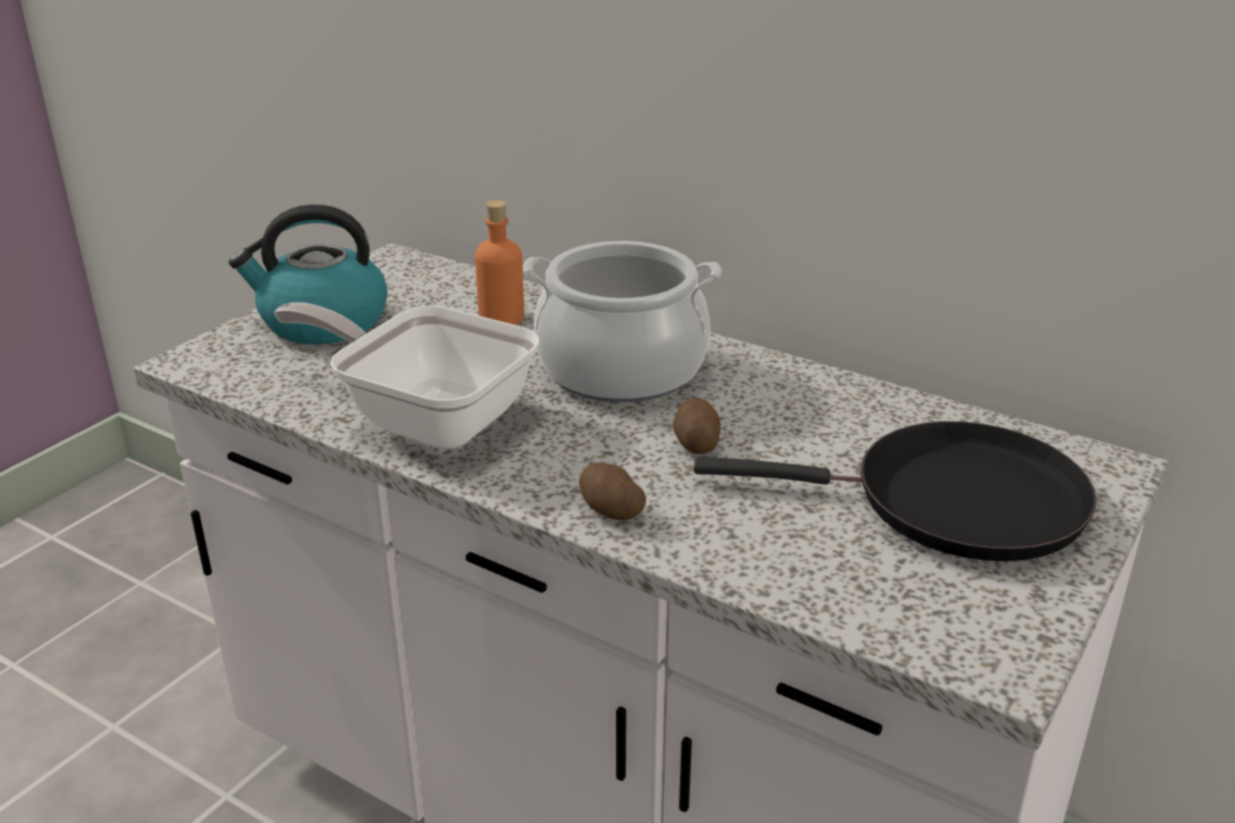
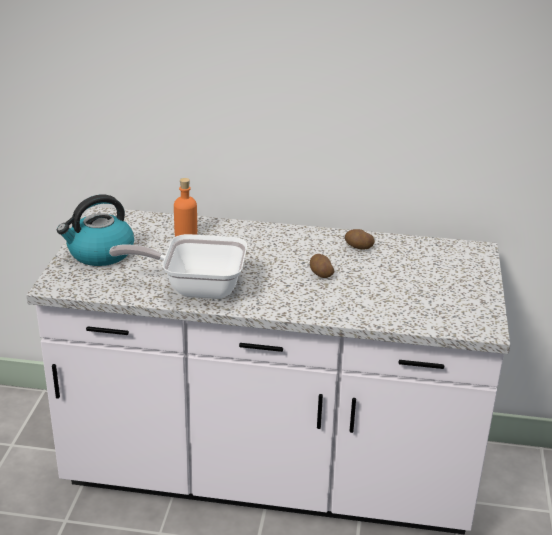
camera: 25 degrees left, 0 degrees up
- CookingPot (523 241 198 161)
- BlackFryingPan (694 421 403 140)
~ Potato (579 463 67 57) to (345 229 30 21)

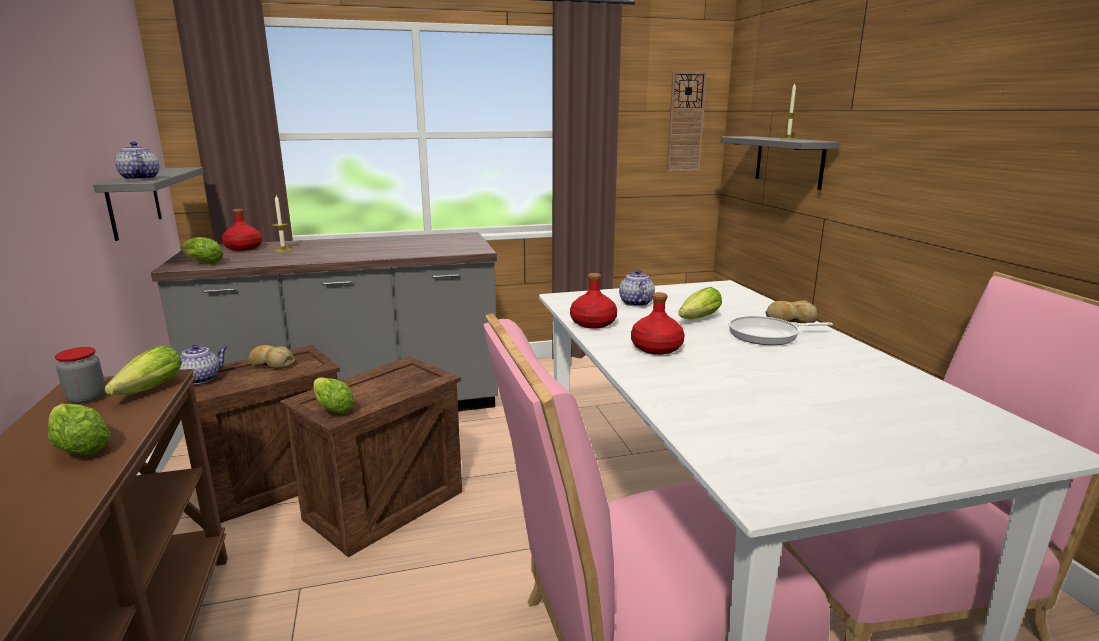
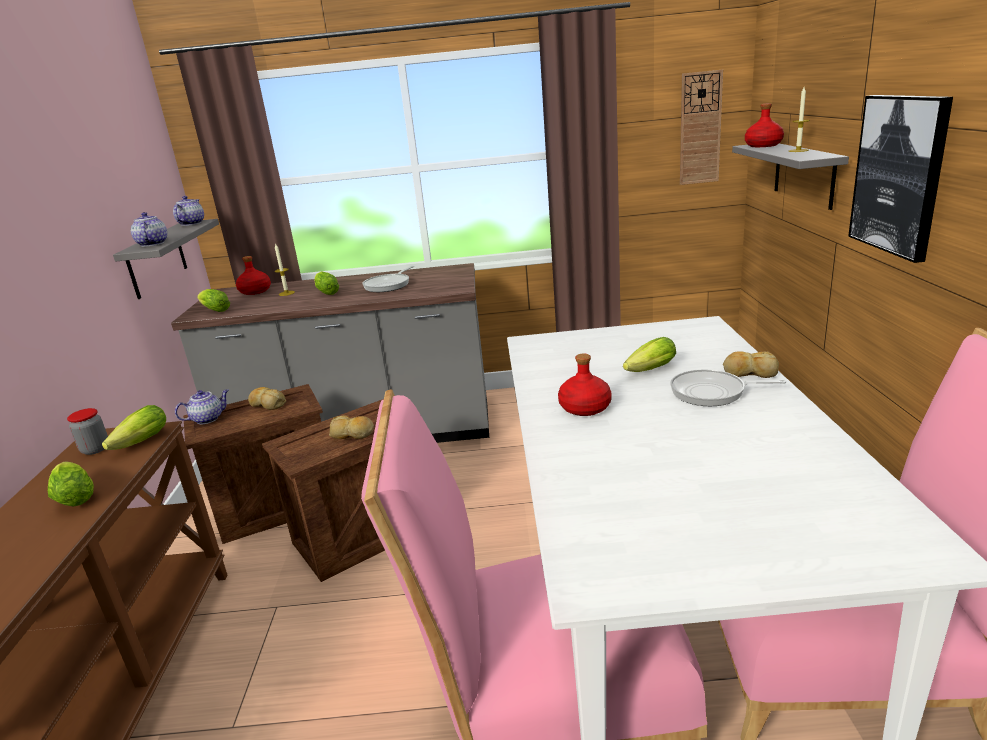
camera: 15 degrees right, 5 degrees up
~ Teapot (619 270 36 36) to (173 196 31 30)
~ RedBottle (570 273 47 55) to (745 103 39 44)
~ Lettuce (313 377 42 37) to (314 271 25 24)
+ Picture (848 95 105 168)
+ FryingPan (363 266 51 26)
+ Bread (329 415 45 24)

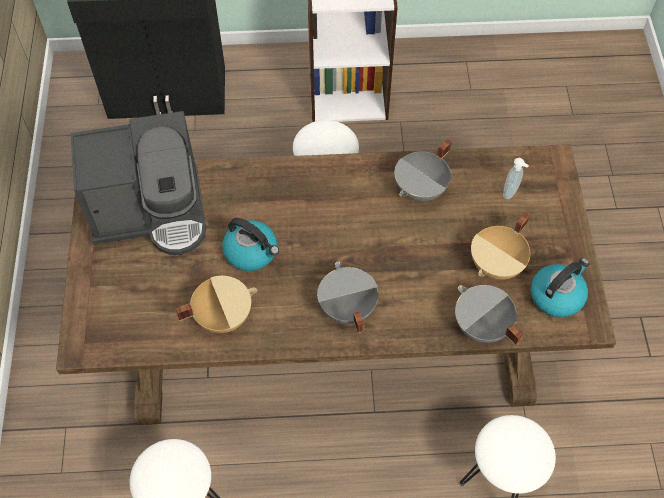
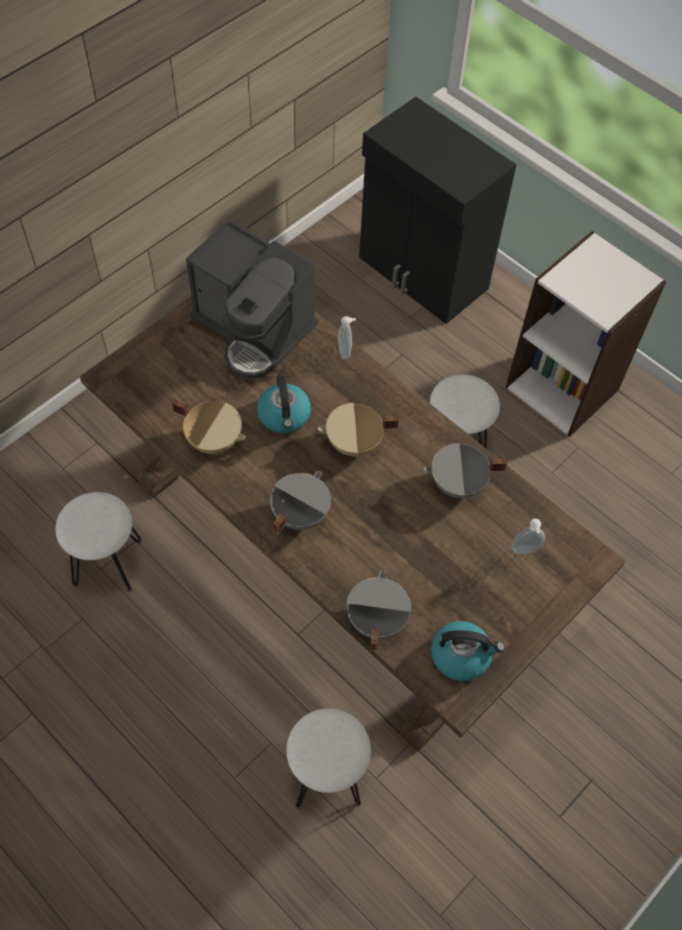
camera: 45 degrees right, 0 degrees up
~ BeigeCookingPot (471 213 59 67) to (318 403 80 53)
+ SoapDispenser (338 316 18 44)

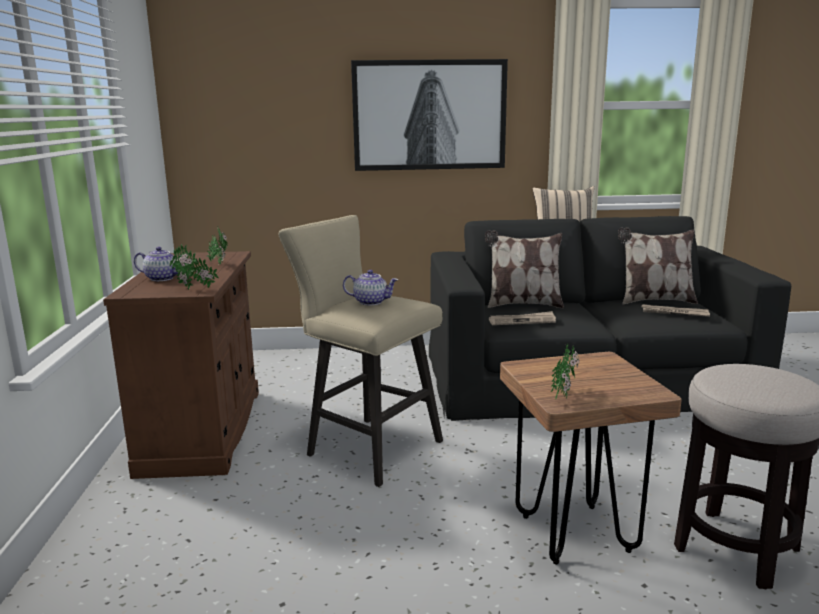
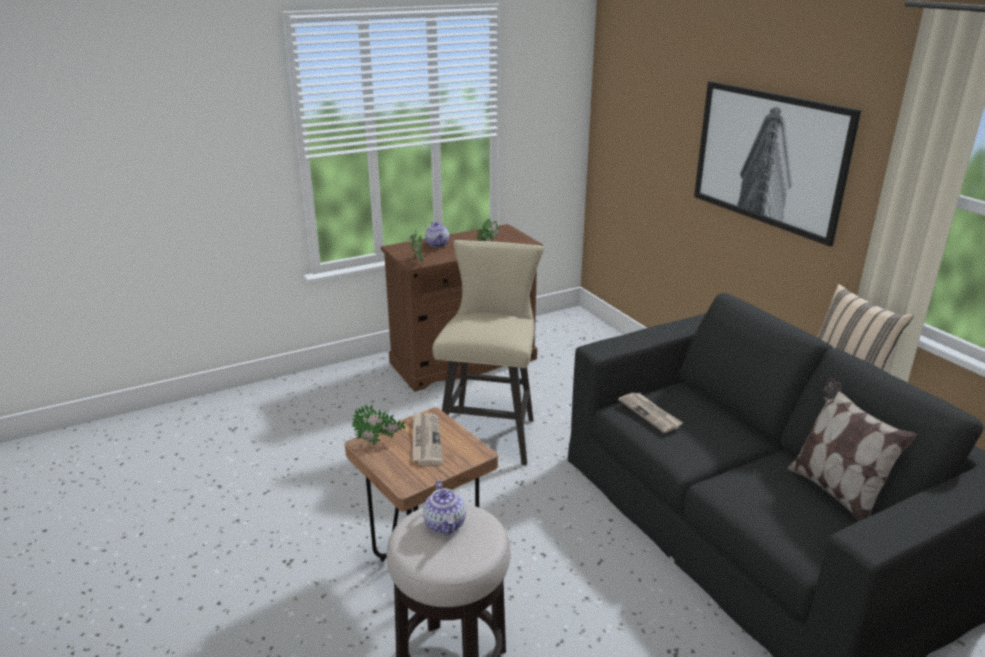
camera: 65 degrees right, 10 degrees up
- Pillow (485 230 79 78)
~ Teapot (343 270 55 35) to (423 480 43 55)
~ Newspaper (641 305 69 12) to (413 413 30 52)

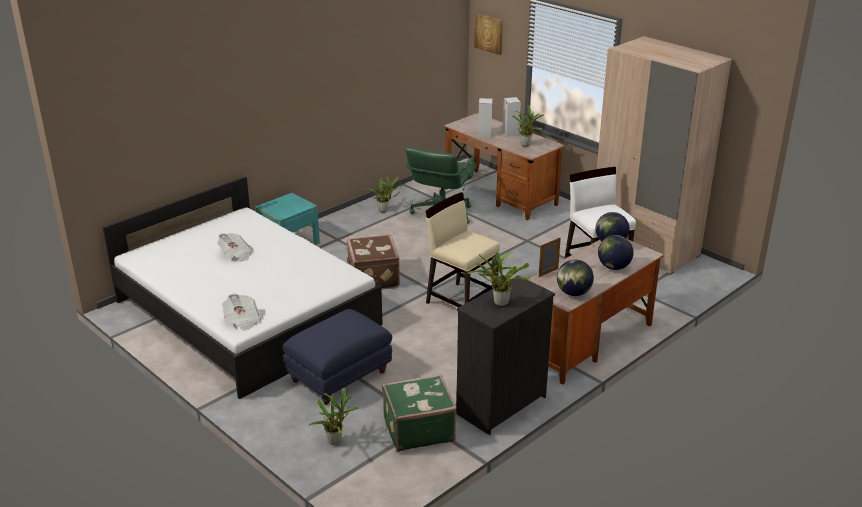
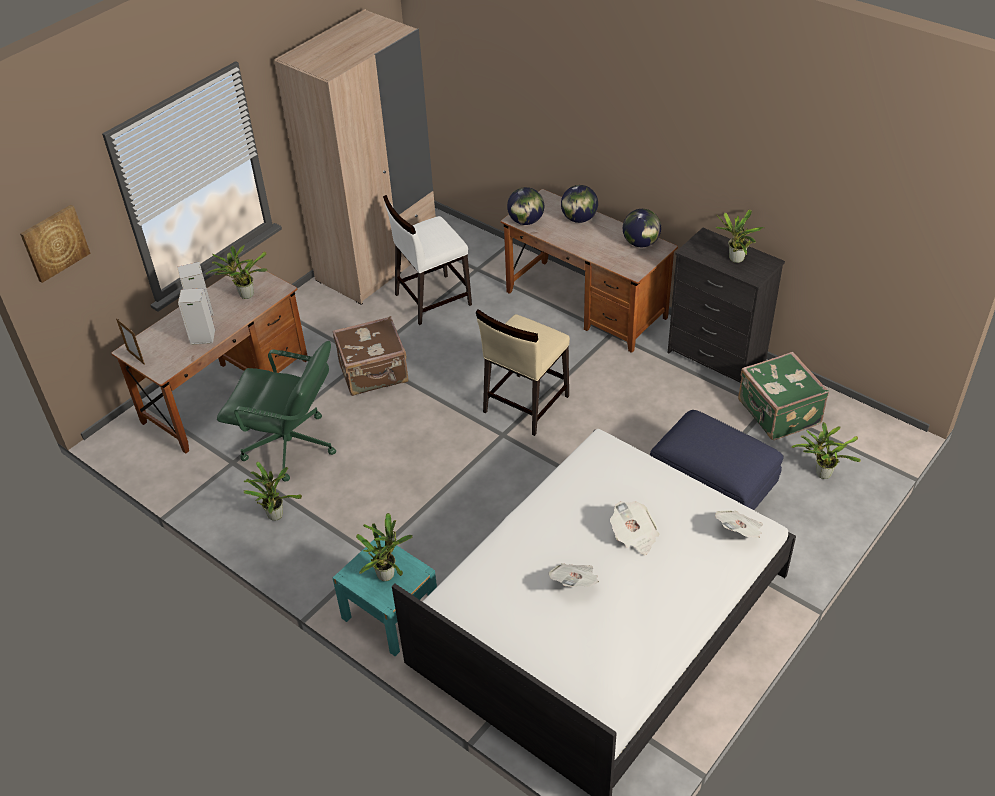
camera: 95 degrees left, 15 degrees up
~ BrownSuitcase (346 235 54 55) to (332 316 77 80)
~ PictureFrame (539 237 22 40) to (116 318 29 47)
+ Newspaper (610 501 49 54)
+ PottedPlant (356 513 57 68)

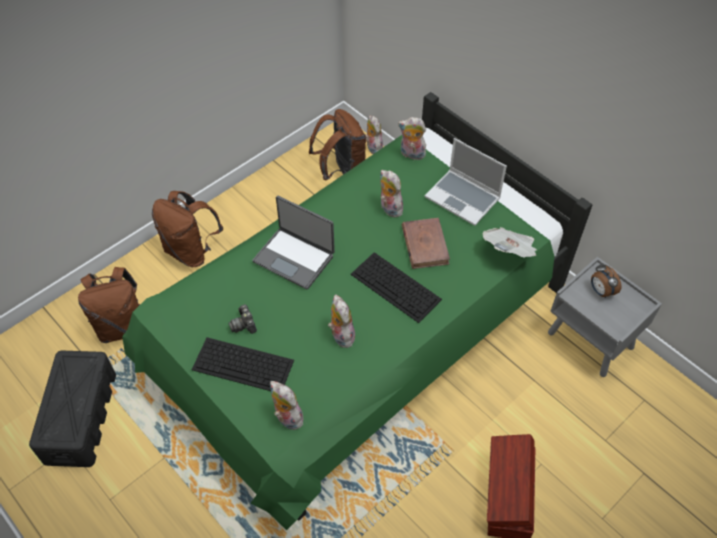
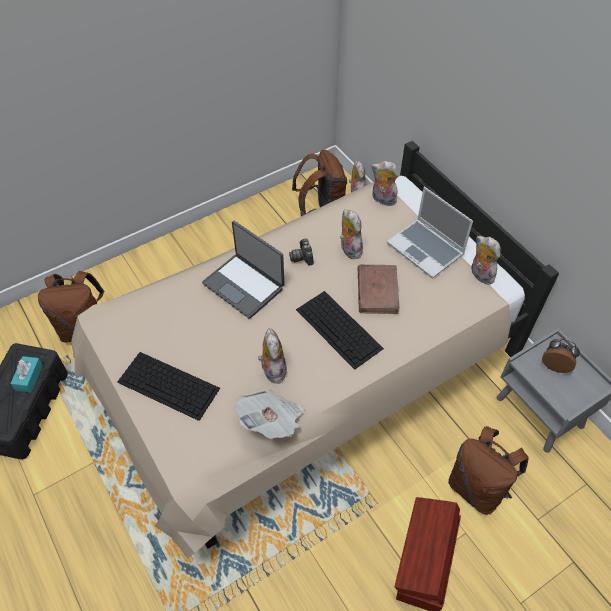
camera: 10 degrees right, 0 degrees up
~ GreenBed (122 92 470 438) to BeigeBed (71 141 488 418)
~ BrownBackpack (152 191 71 76) to (448 426 80 89)
~ Newspaper (483 227 54 31) to (234 390 70 49)
~ AlarmClock (591 264 30 34) = (542 339 38 34) 135 degrees clockwise
~ PhotoCamera (228 304 29 30) to (289 239 25 27)
~ PlushToy (270 381 33 49) to (471 236 30 49)
+ TurquoiseTissueBox (11 356 32 37)

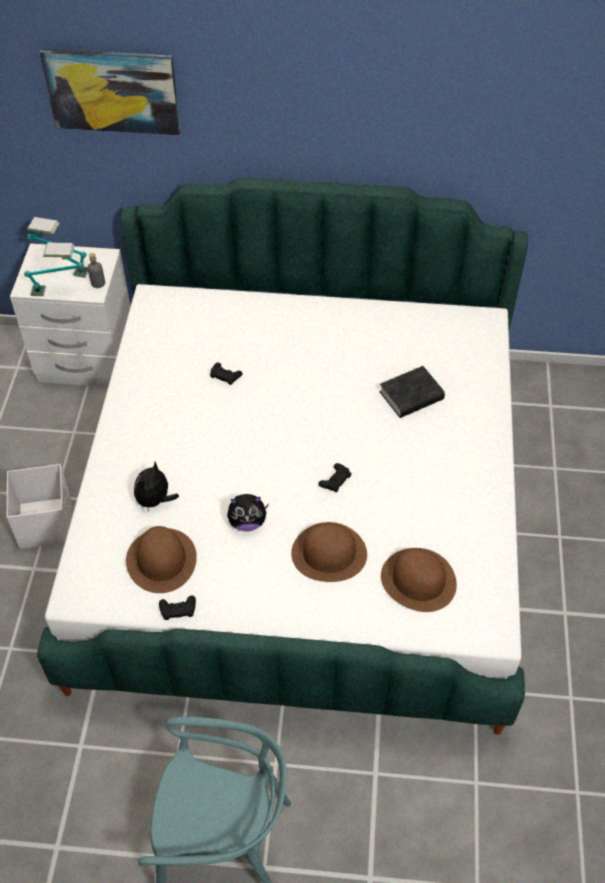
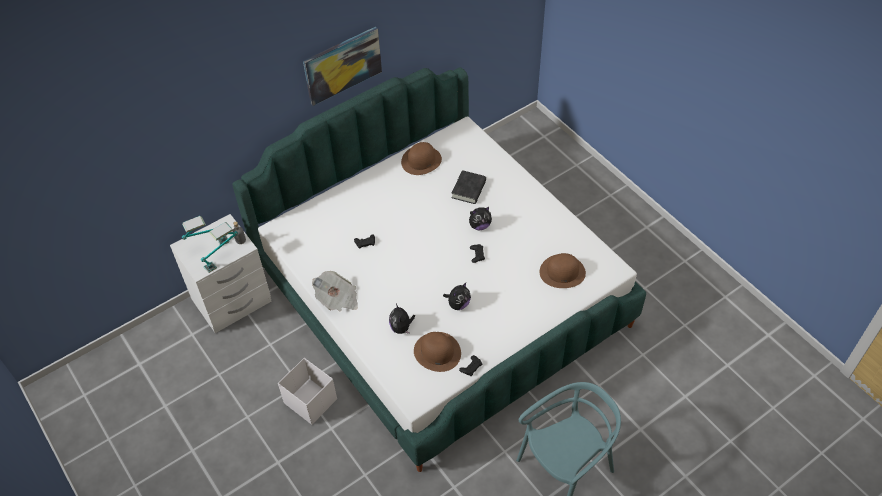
camera: 40 degrees left, 0 degrees up
~ Picture (39 49 141 86) to (303 27 79 79)
~ BrownHat (291 522 76 60) to (401 142 41 33)
+ PlushToy (469 207 23 23)
+ Newspaper (312 271 46 40)

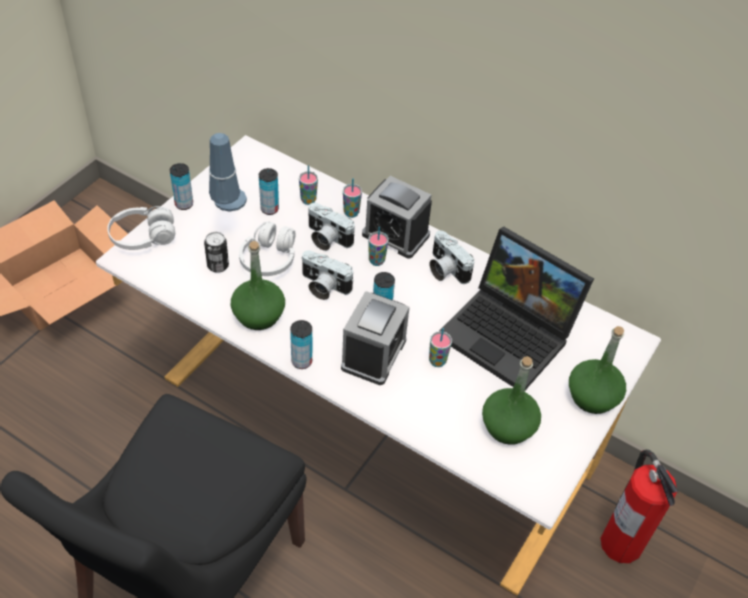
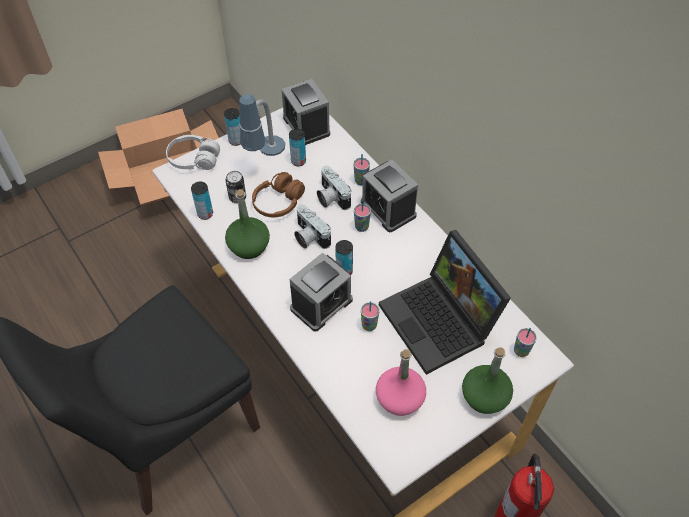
camera: 25 degrees right, 5 degrees up
~ Cup (299 165 19 40) to (514 328 23 29)
~ WhiteHeadphones (239 221 56 55) to BrownHeadphones (252 172 53 45)
- PhotoCamera (430 231 44 53)
~ Can (290 320 22 49) to (191 182 22 38)
~ GreenBottle (482 356 59 89) to PinkBottle (376 349 50 67)
+ AlarmClock (281 79 49 66)

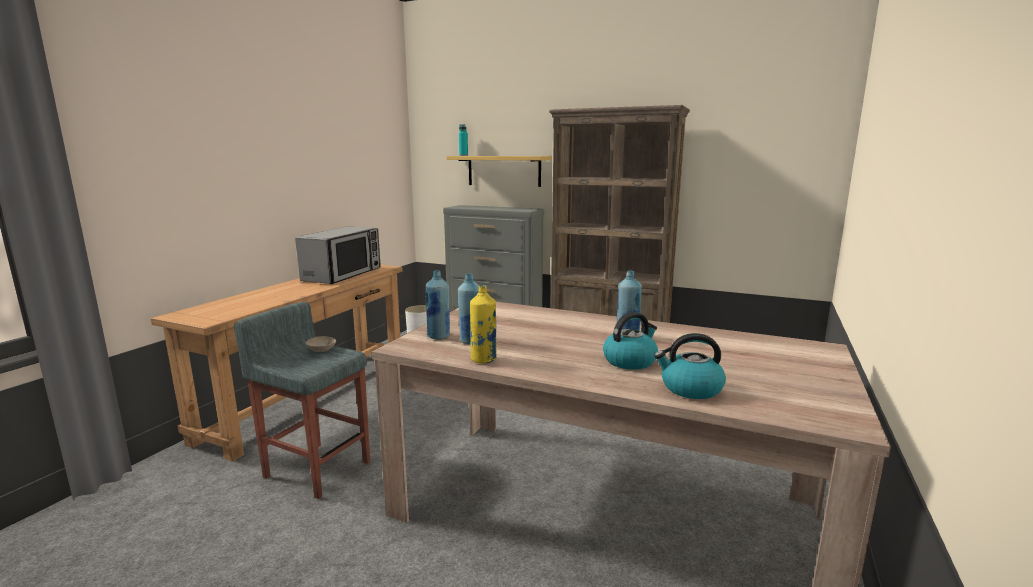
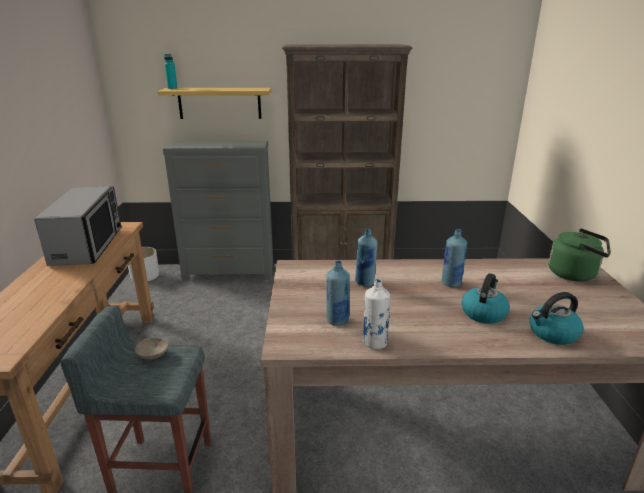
camera: 25 degrees left, 10 degrees up
~ BlueBottle (426 270 24 70) to (355 229 22 58)
~ YellowBottle (470 285 27 79) to WhiteBottle (363 279 27 70)
+ GreenKettle (549 229 62 53)

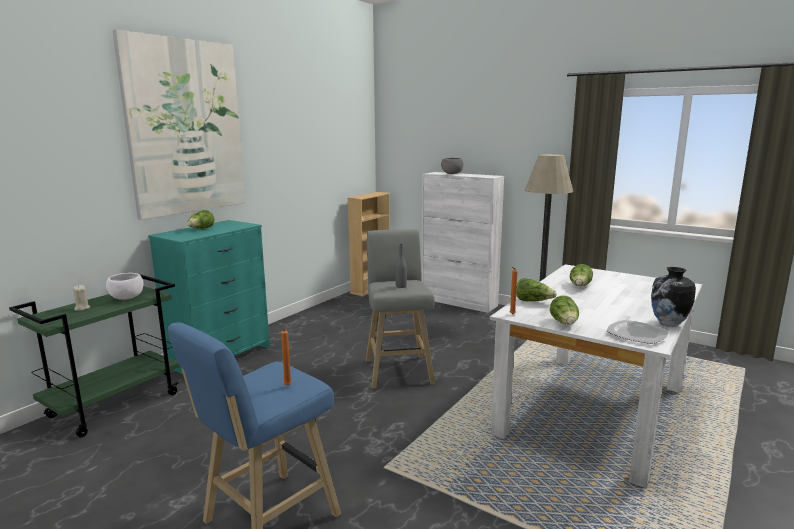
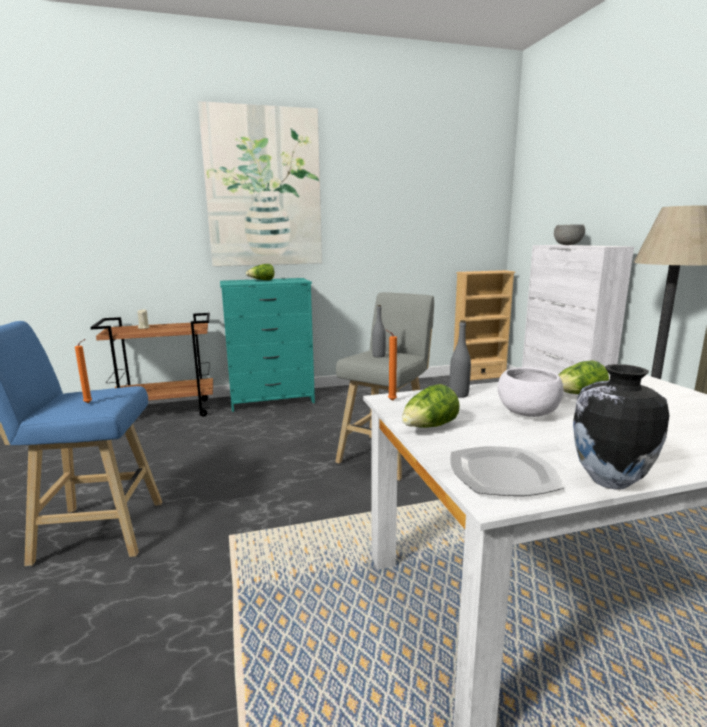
camera: 40 degrees right, 0 degrees up
~ WhiteBowl (106 273 38 27) to (498 367 65 50)
~ GreenCart (9 275 171 162) to BrownCart (90 313 123 104)
~ Lettuce (516 278 41 23) to GreyBottle (449 320 22 78)

